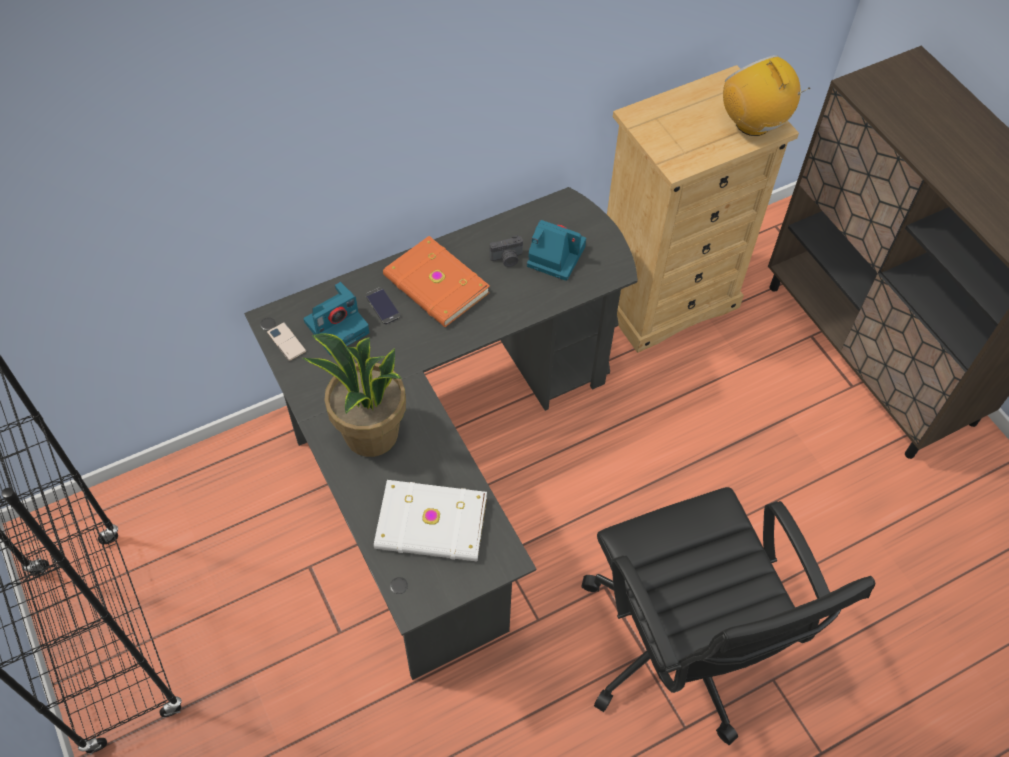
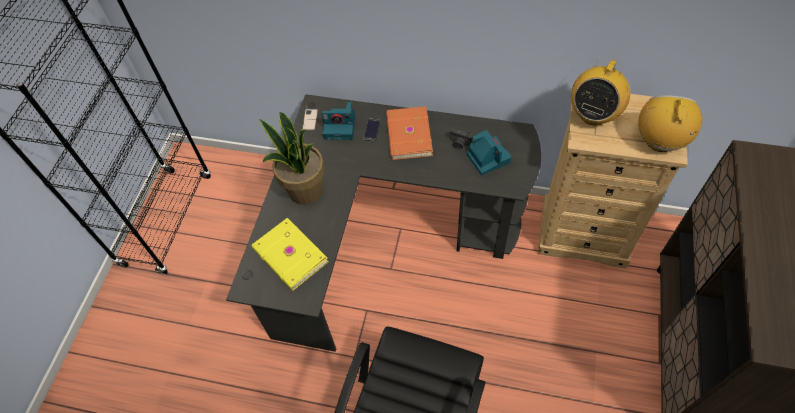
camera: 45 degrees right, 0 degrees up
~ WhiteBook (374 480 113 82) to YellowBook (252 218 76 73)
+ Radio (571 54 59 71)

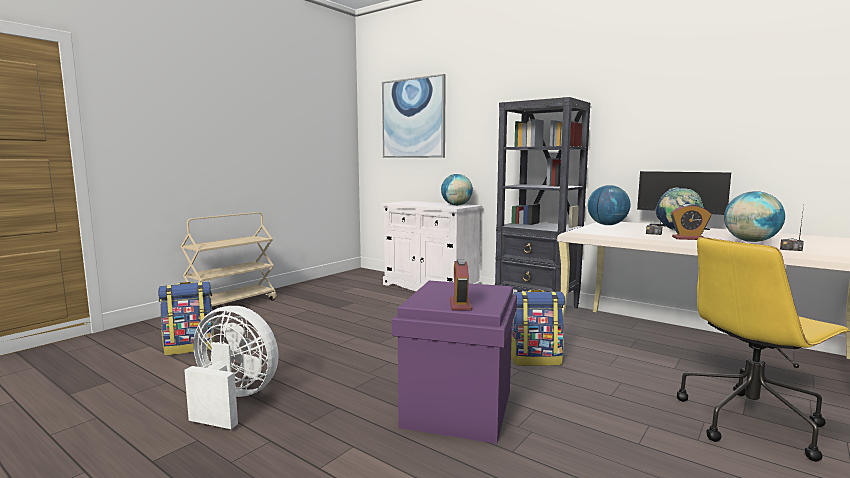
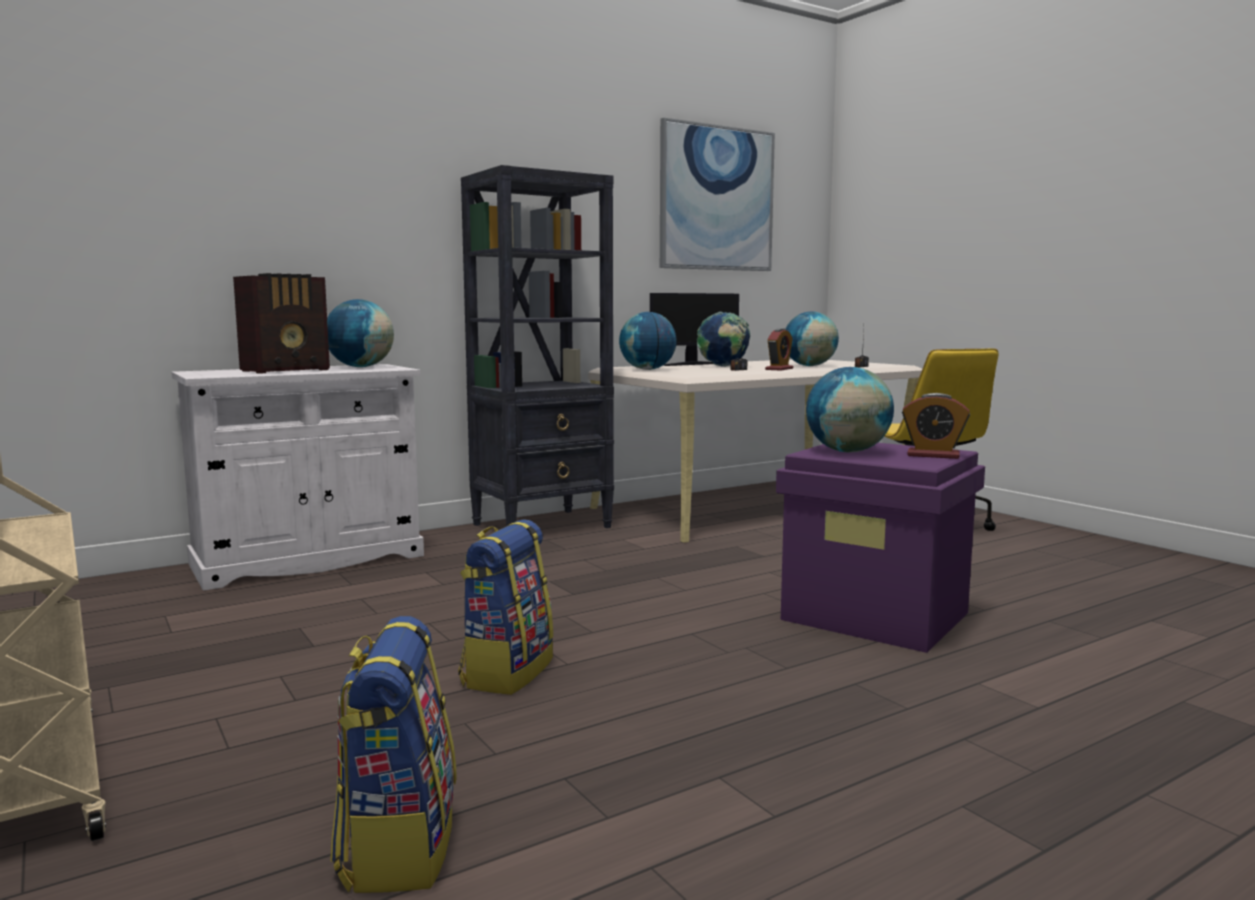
camera: 70 degrees left, 0 degrees up
~ Picture (382 74 64 84) to (660 118 115 153)
~ Backpack (511 290 54 76) to (458 519 95 176)
- WhiteFan (184 306 94 123)
+ Radio (233 273 97 101)
+ Globe (806 367 88 85)

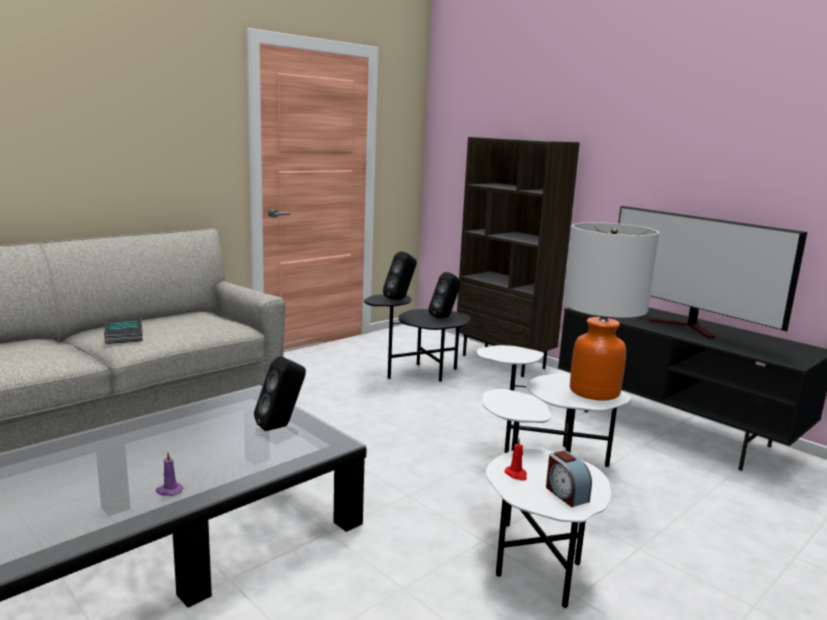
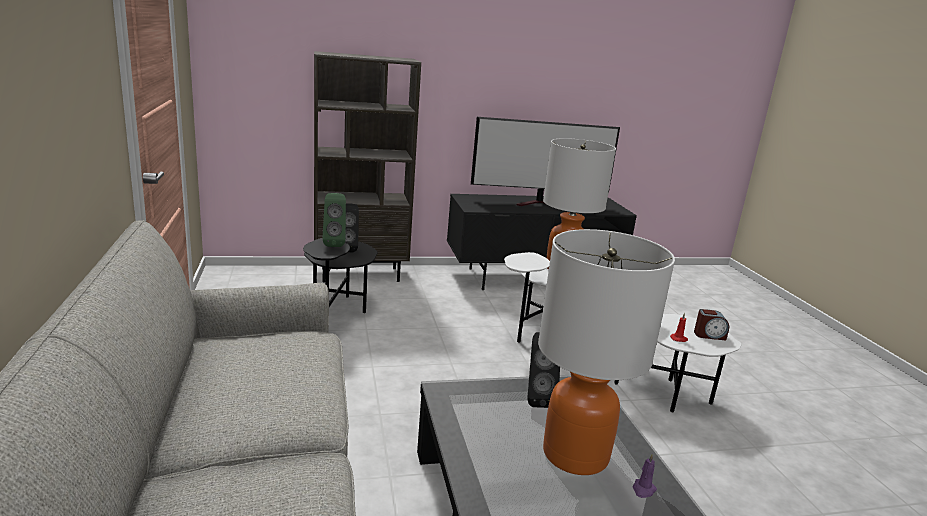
camera: 60 degrees left, 5 degrees up
~ BlackSpeaker (383 251 34 49) to GreenSpeaker (322 193 24 54)
- Book (104 318 39 26)
+ TableLamp (538 229 137 246)

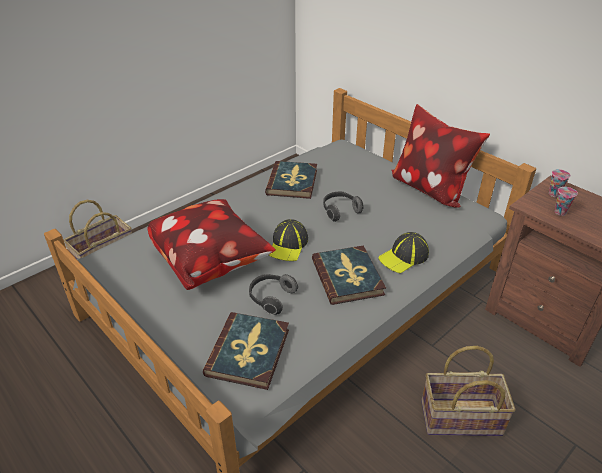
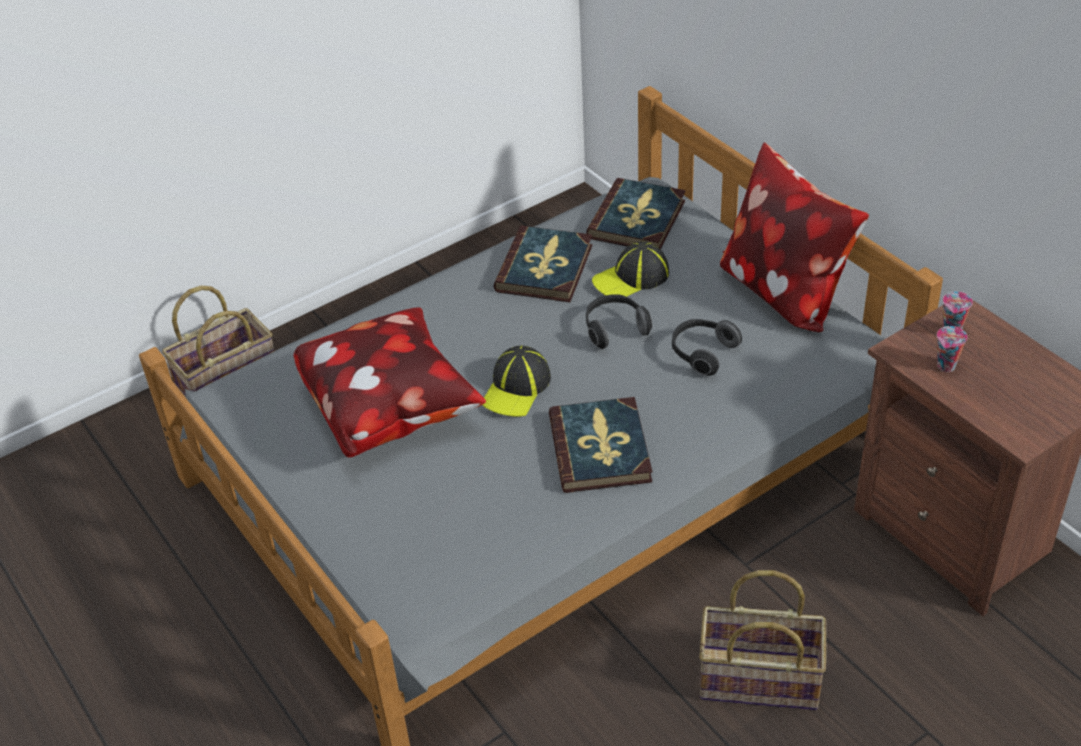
camera: 10 degrees right, 5 degrees up
~ Cap (379 232 50 42) to (592 241 77 56)
~ Headphones (249 274 49 41) to (672 319 70 57)
~ Book (203 312 86 78) to (586 178 100 71)

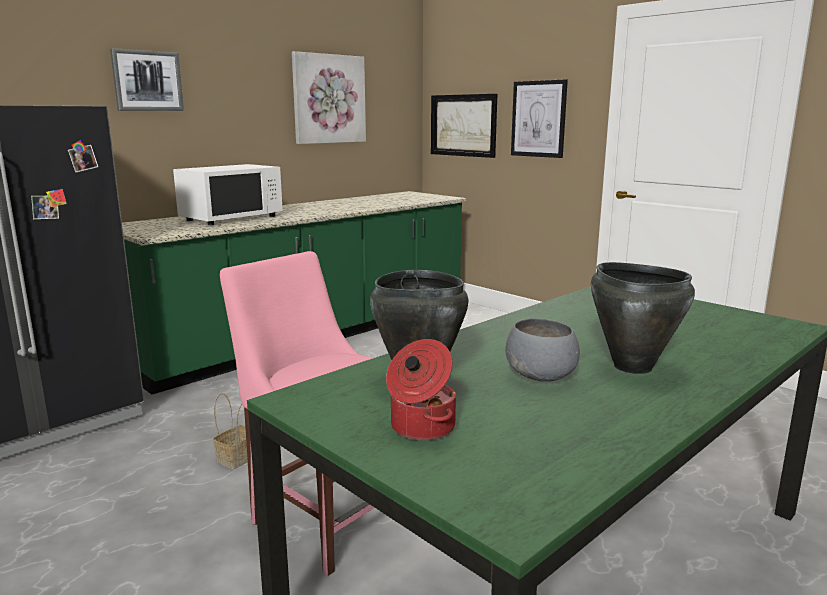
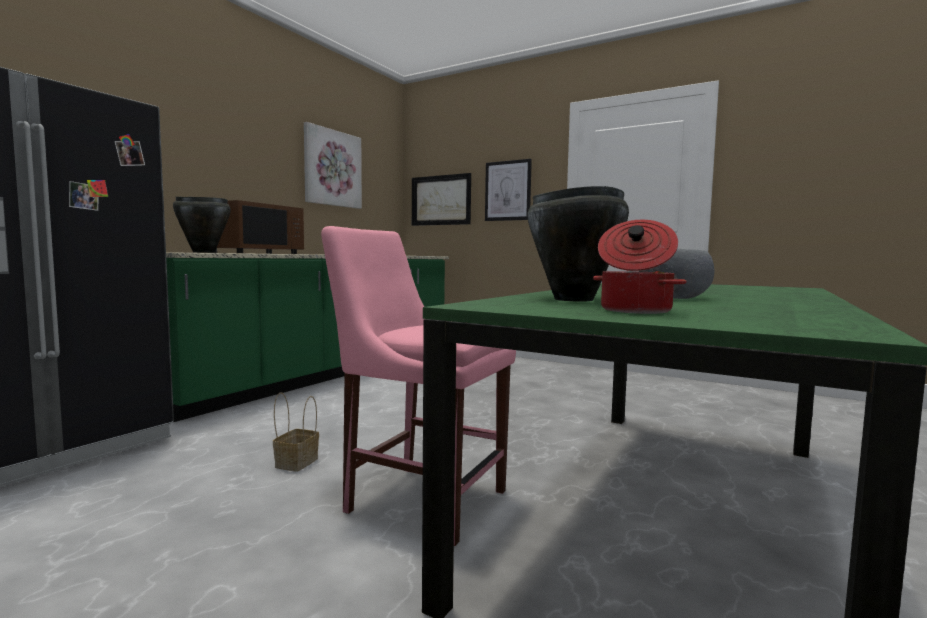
camera: 15 degrees left, 10 degrees down
- Picture (110 48 74 63)
~ WhiteMicrowave (173 164 110 61) to BrownMicrowave (215 200 89 54)
~ BlackCookingPot (591 262 104 112) to (173 197 58 56)

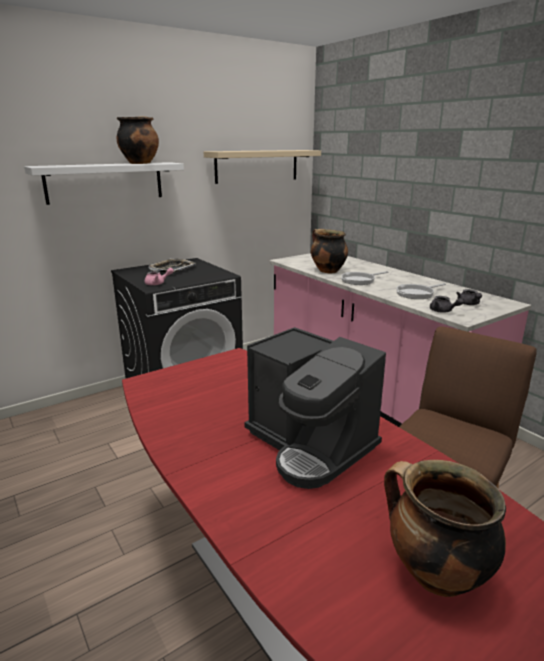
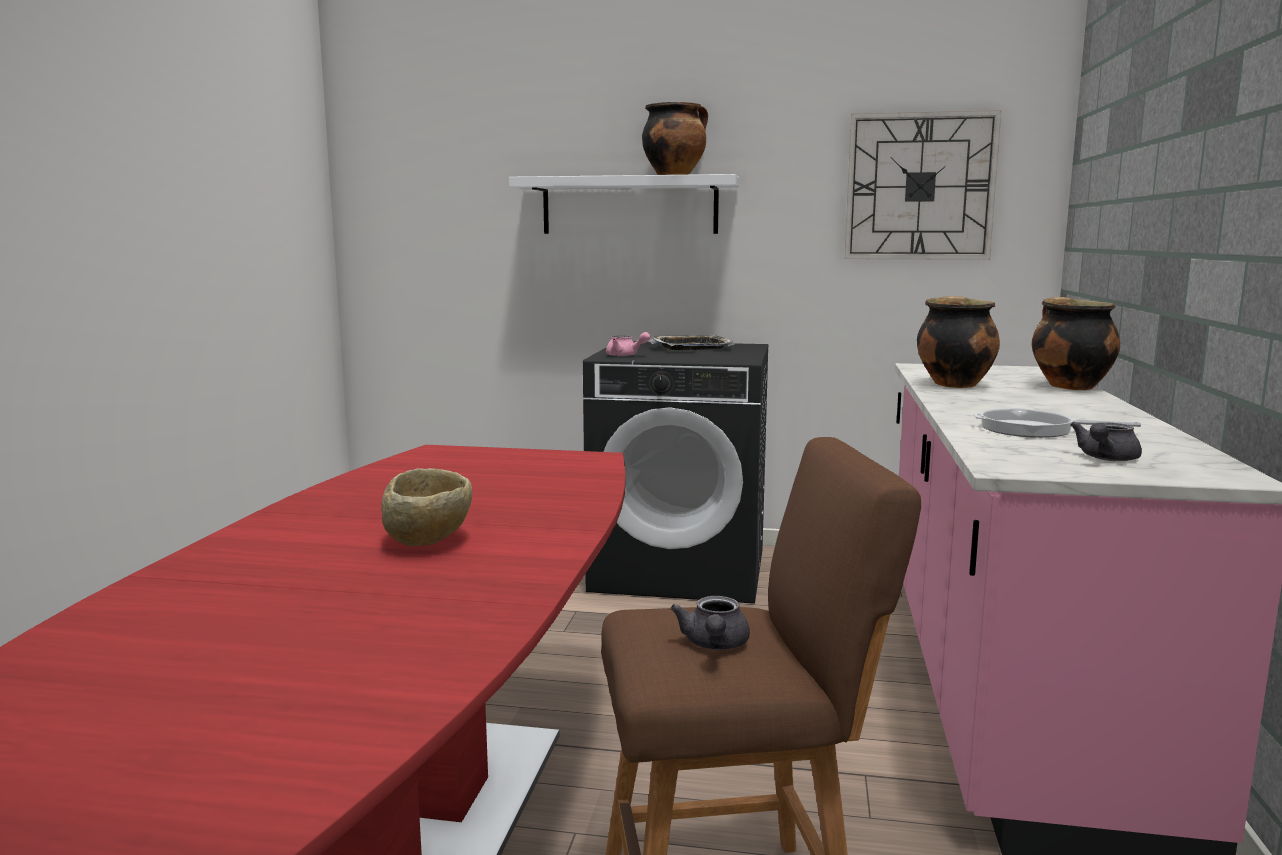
camera: 45 degrees right, 10 degrees down
~ BeigeShelf (204 150 117 34) to WallClock (844 110 158 150)
- FryingPan (341 271 47 14)
~ GreyTeapot (430 296 34 17) to (670 596 80 54)
~ CoffeeMachine (245 327 141 162) to BeigeBowl (381 468 91 78)
~ CookingPot (384 460 122 137) to (1032 297 88 93)

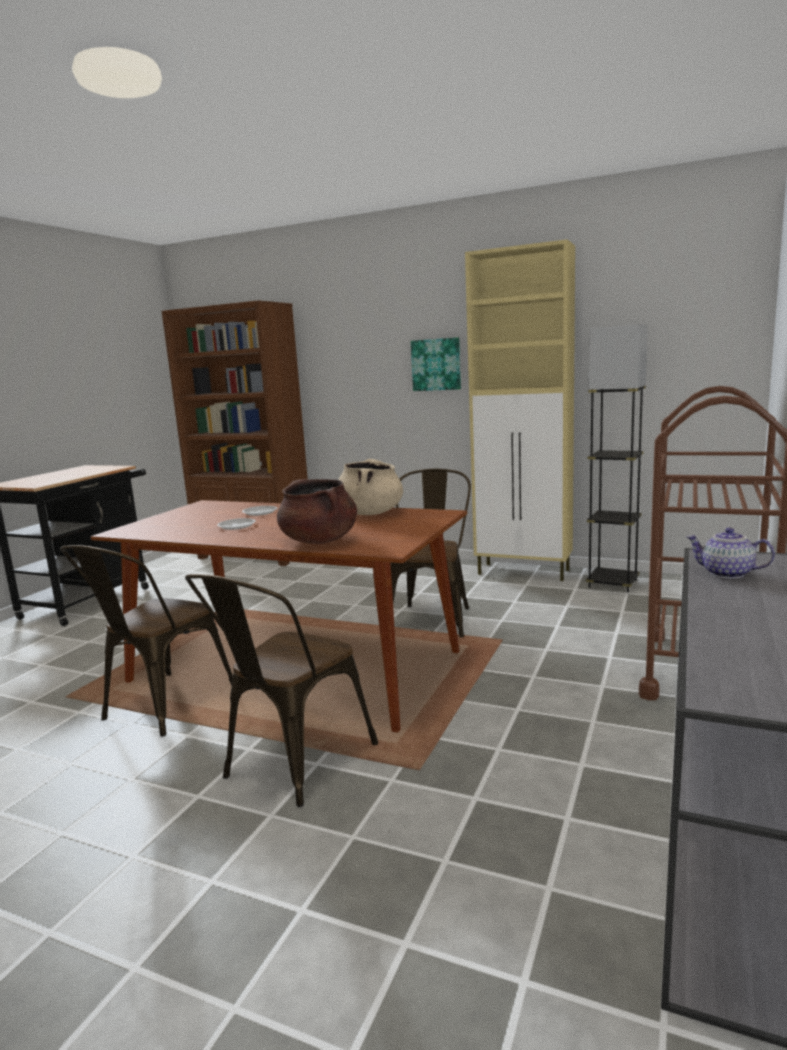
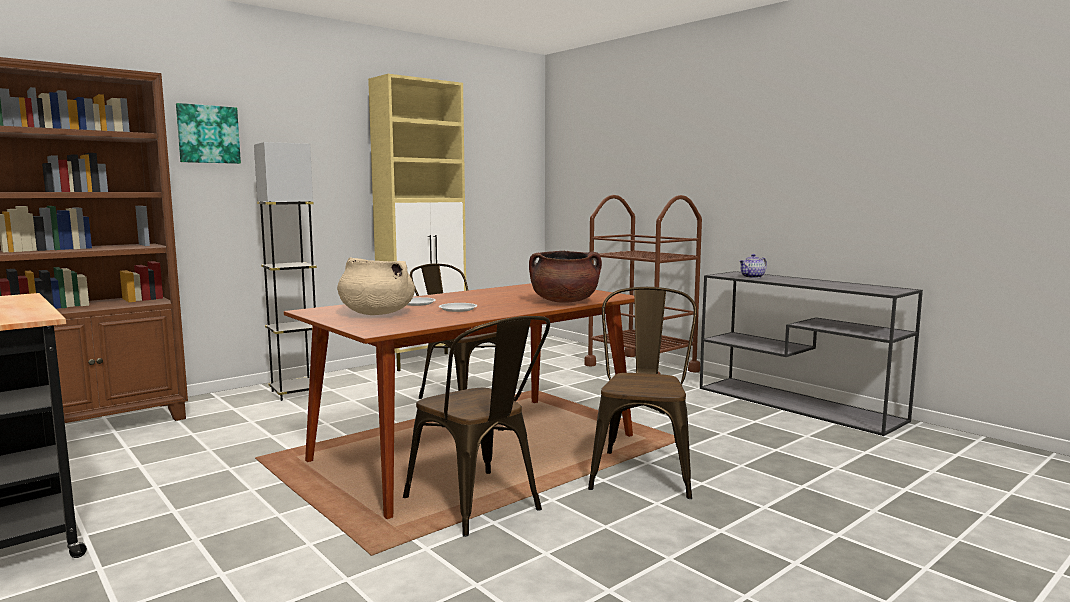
camera: 65 degrees left, 5 degrees down
~ GreyFloorLamp (586 325 62 268) to (254 142 69 259)
~ Picture (411 337 50 54) to (176 103 65 61)
~ BeigeCookingPot (338 459 65 56) to (337 257 78 58)
~ BrownChair (185 574 193 233) = (588 287 109 212) 135 degrees counterclockwise

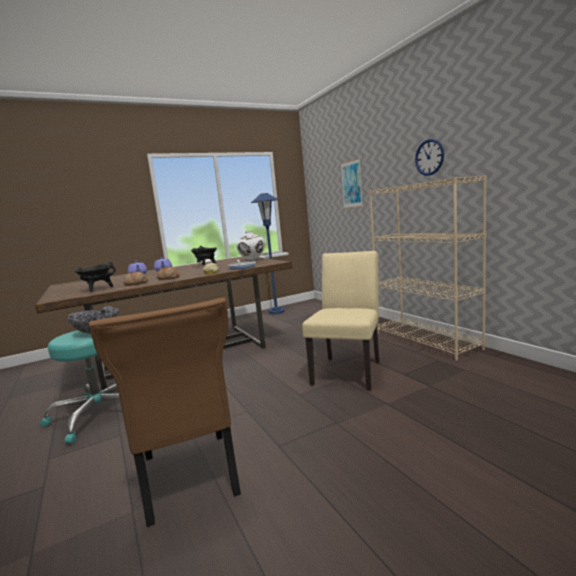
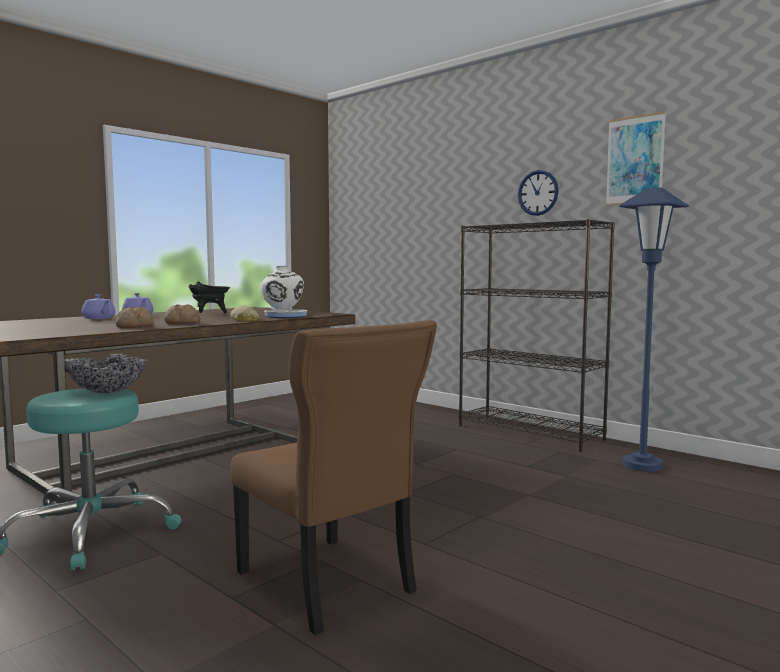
camera: 20 degrees left, 5 degrees down
~ Picture (340 158 23 51) to (606 112 60 94)
~ BeigeBookcase (369 175 118 186) to BlackBookcase (459 219 156 233)
~ BlueFloorLamp (251 193 34 121) to (619 187 70 285)
- BeigeChair (302 251 78 140)
- BlackCookingPot (74 262 41 30)

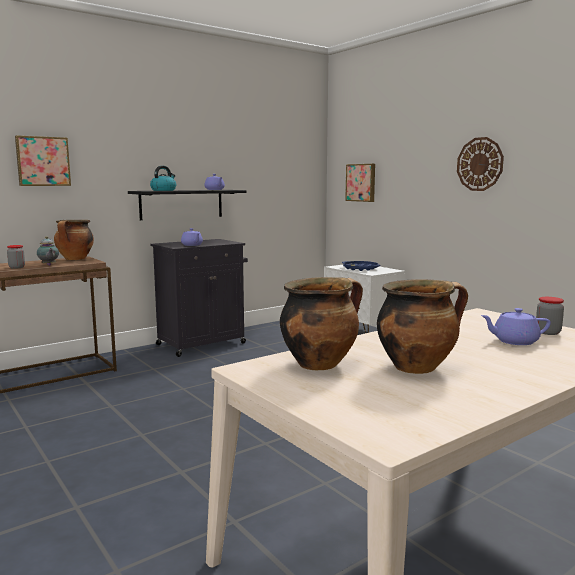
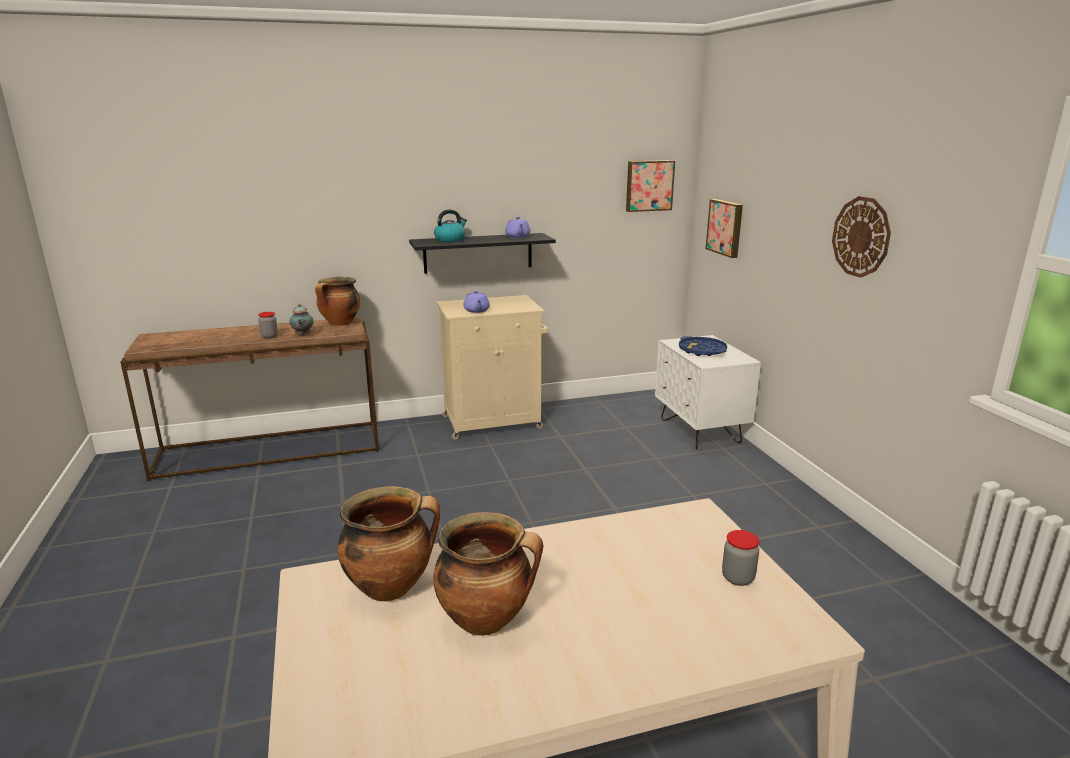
camera: 20 degrees right, 10 degrees up
~ Picture (15 135 56 51) to (626 160 49 52)
~ BlackCabinet (150 239 98 118) to BeigeCabinet (436 295 112 145)
- PurpleTeapot (481 308 70 37)

